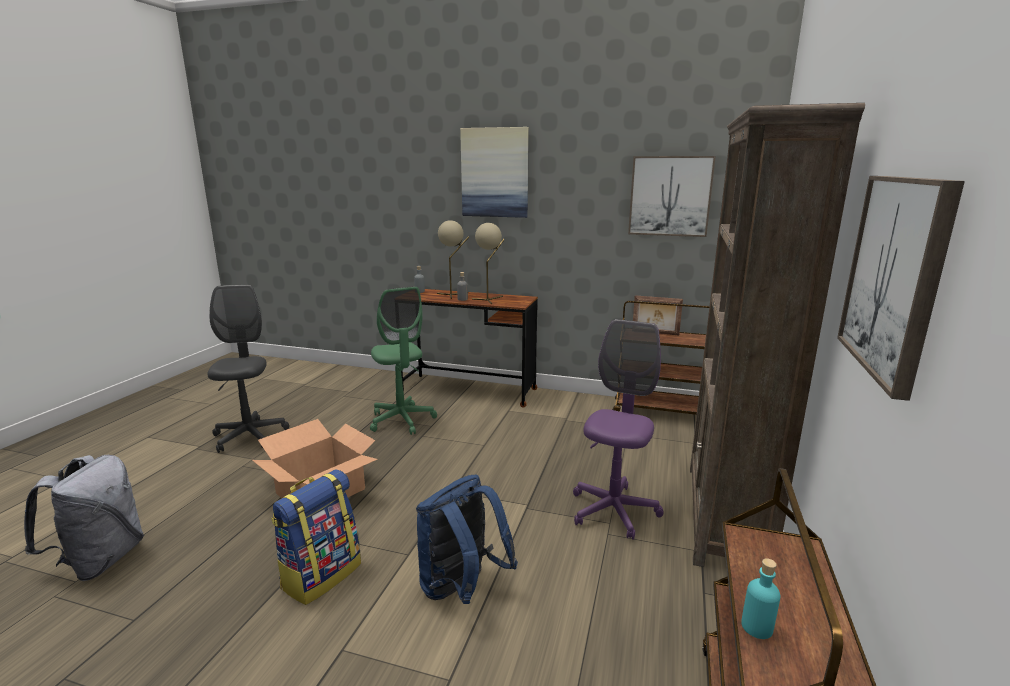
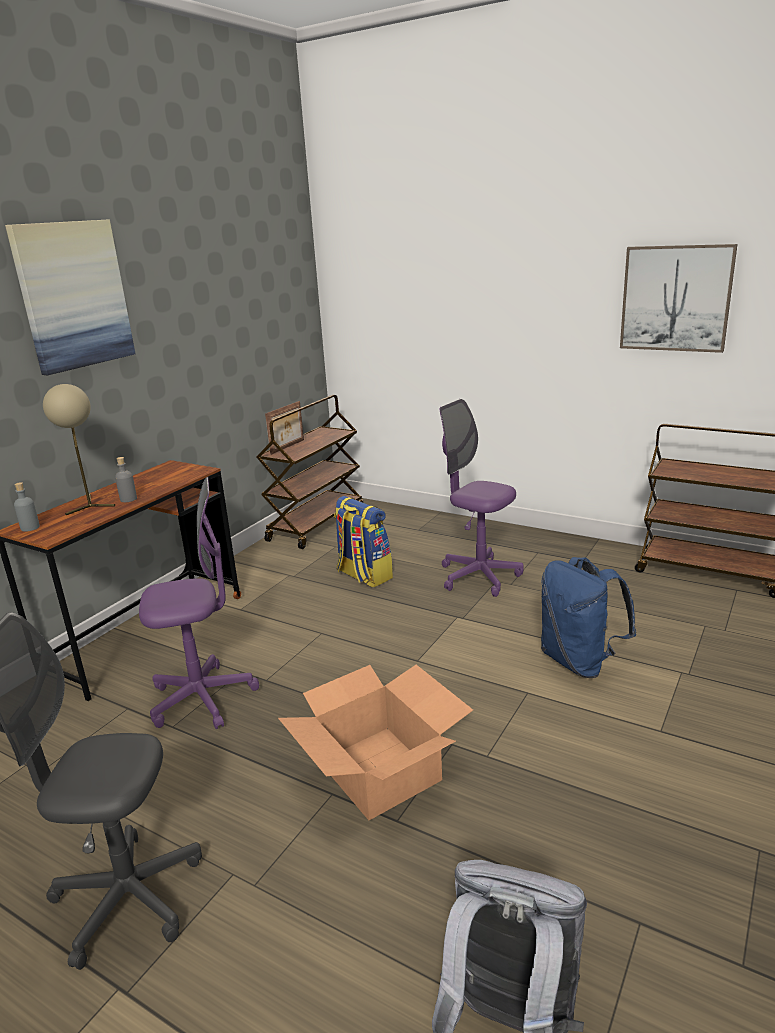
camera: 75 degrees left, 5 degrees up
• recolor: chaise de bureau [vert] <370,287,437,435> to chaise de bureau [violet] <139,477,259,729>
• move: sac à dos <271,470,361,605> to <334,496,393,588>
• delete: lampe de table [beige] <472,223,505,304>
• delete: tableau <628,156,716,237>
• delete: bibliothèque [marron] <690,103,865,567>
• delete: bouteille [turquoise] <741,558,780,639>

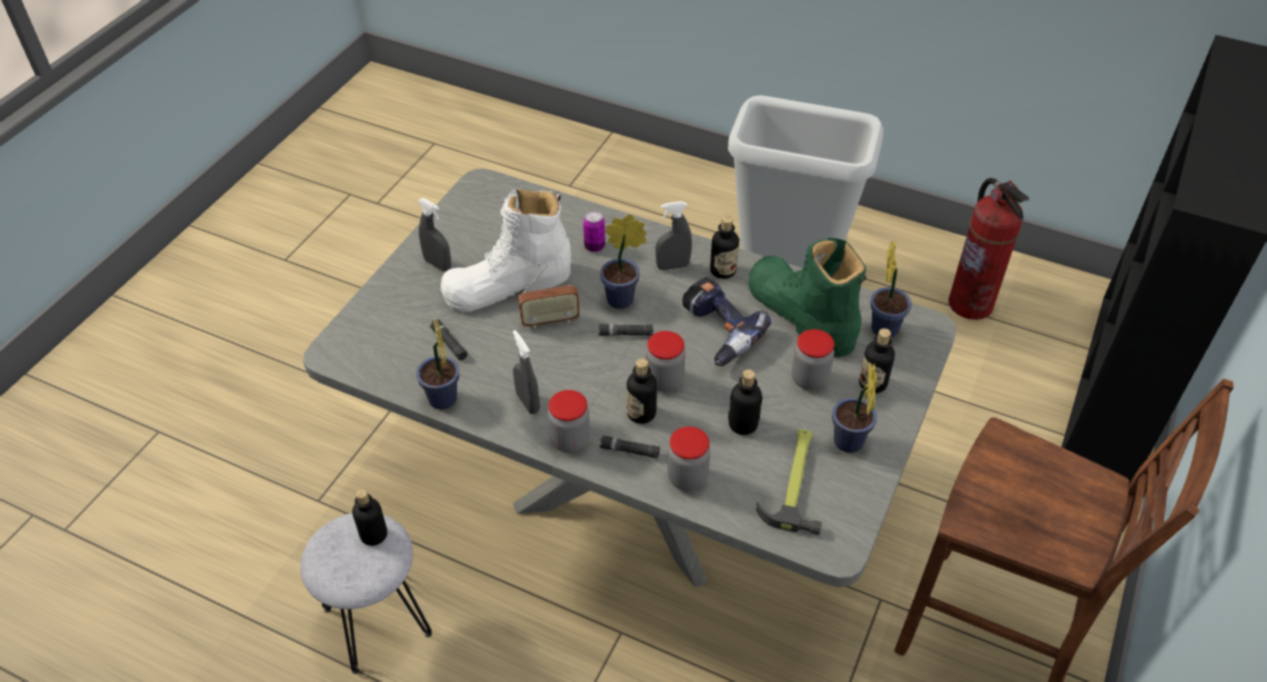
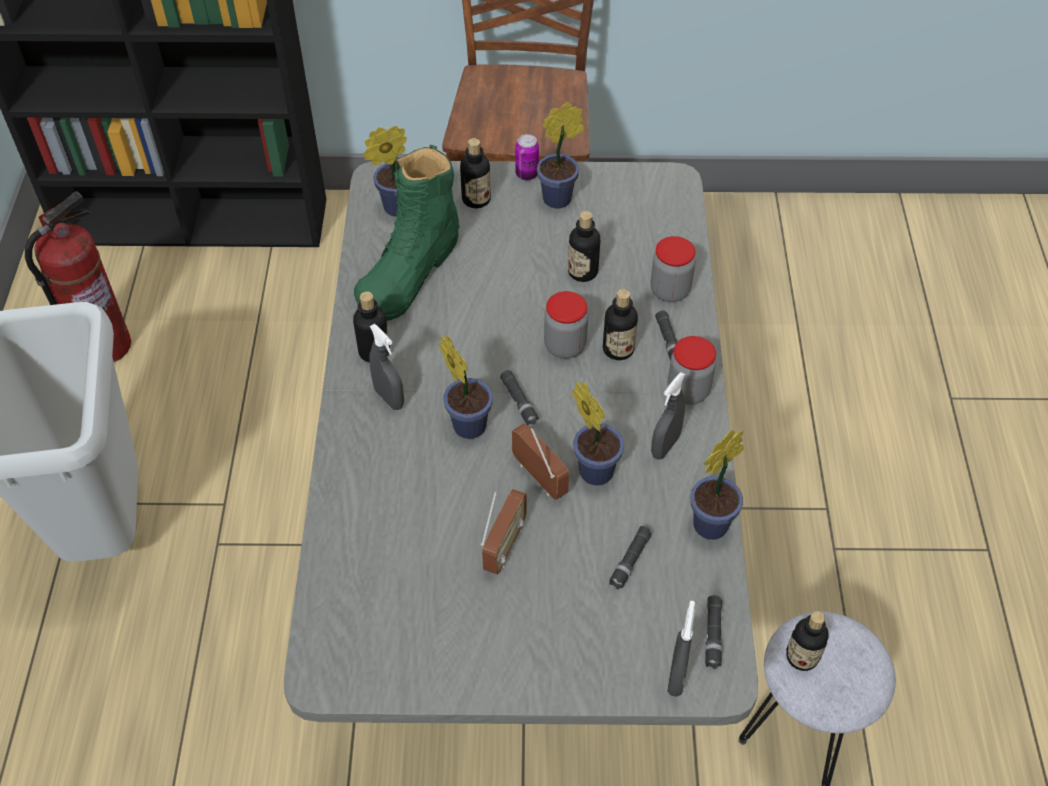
camera: 115 degrees left, 5 degrees up
• replace: botte [blanc] <441,188,571,312> to radio <481,489,527,575>
• move: boîte métallique <583,211,605,252> to <515,134,539,181>
• insert: plante en pot <572,381,624,486>
• move: vaporisateur [gris] <418,198,451,271> to <667,601,695,697>
• insert: lampe de poche [noir] <705,595,723,669>
• delete: perceuse <682,277,771,366>
• delete: marteau <756,429,822,535>
• delete: bocal <792,329,834,390>

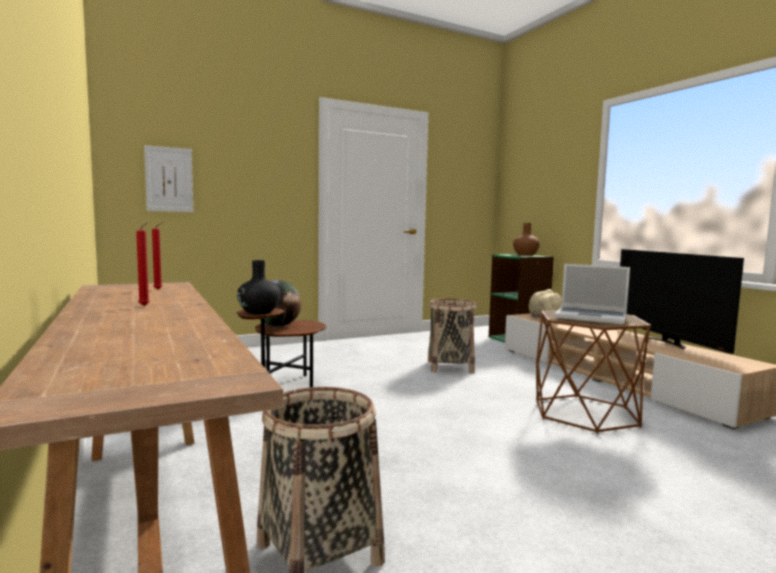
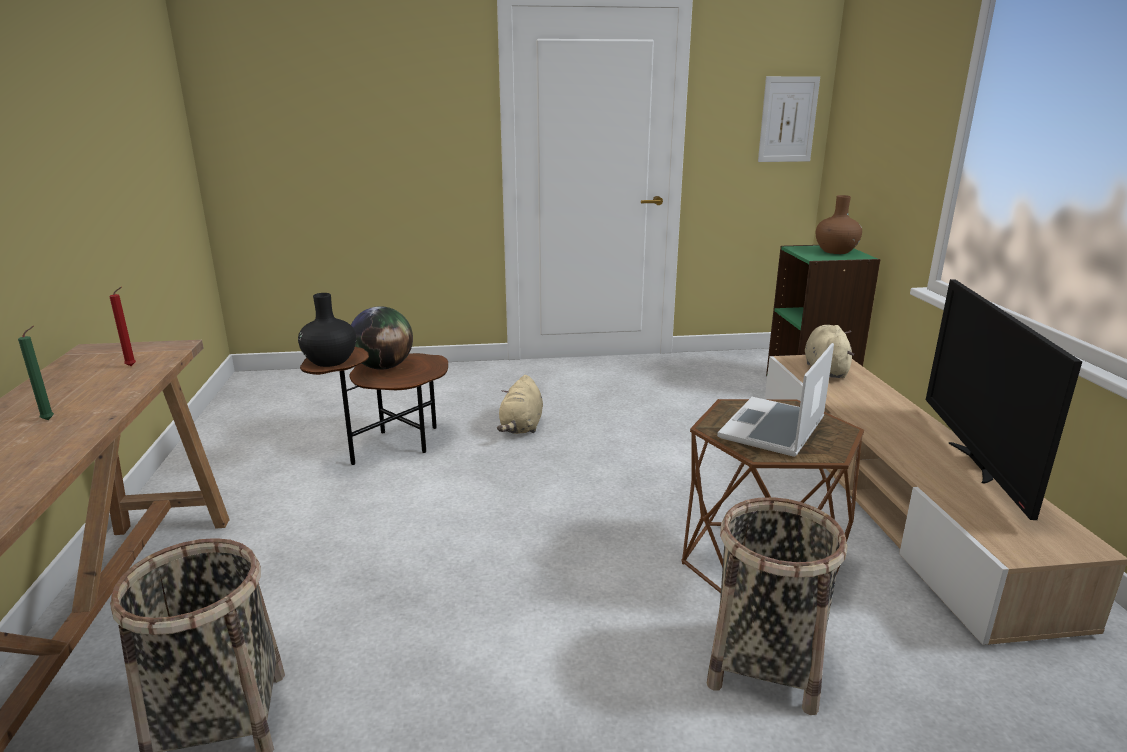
camera: 20 degrees right, 15 degrees up
• recolor: bougie [rouge] <136,222,150,306> to bougie [vert] <18,326,54,420>
• insert: peluche [beige] <497,375,543,434>
• move: panier <428,298,476,373> to <707,497,847,715>
• rotate: ordinateur portable <555,264,630,324> = <717,343,834,457> 75 degrees clockwise
• move: tableau <144,145,193,212> to <758,76,820,162>

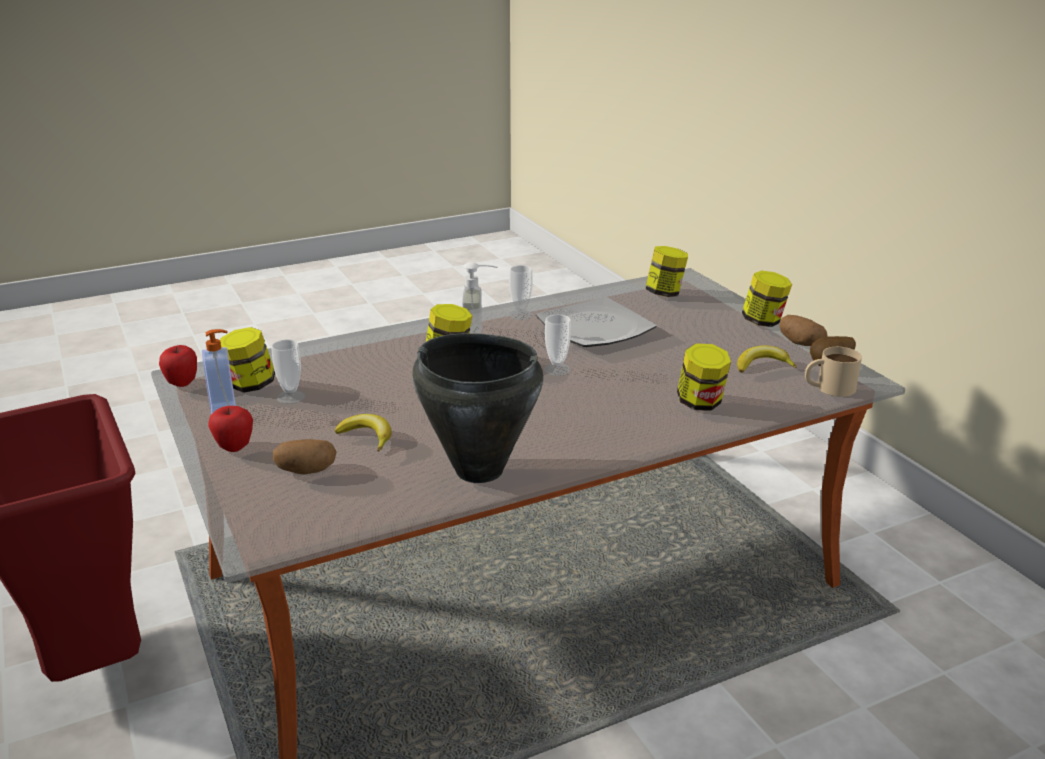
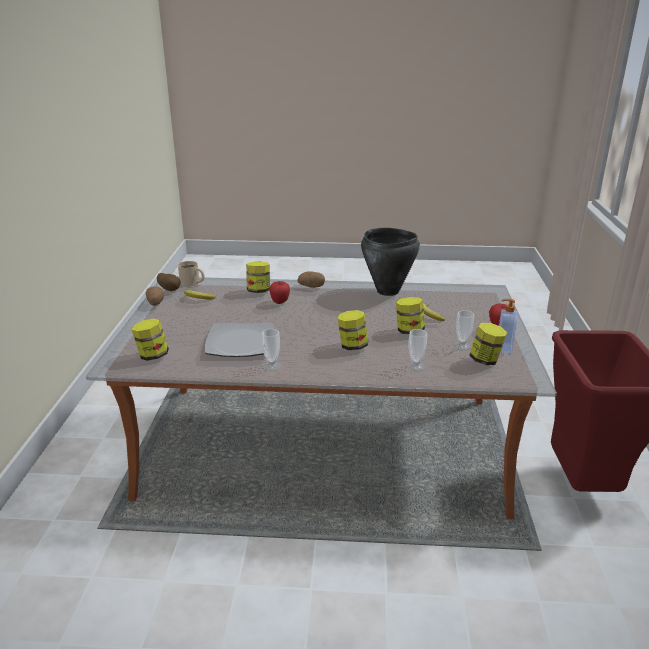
camera: 150 degrees left, 0 degrees up
• move: pomme <159,345,197,387> to <270,281,290,304>
• move: pomme de terre <273,439,336,474> to <298,271,325,288>
• move: bocal <742,270,792,327> to <396,297,425,334>
• move: tasse <544,314,571,376> to <407,329,427,371>
• delete: distributeur de savon <462,262,498,334>

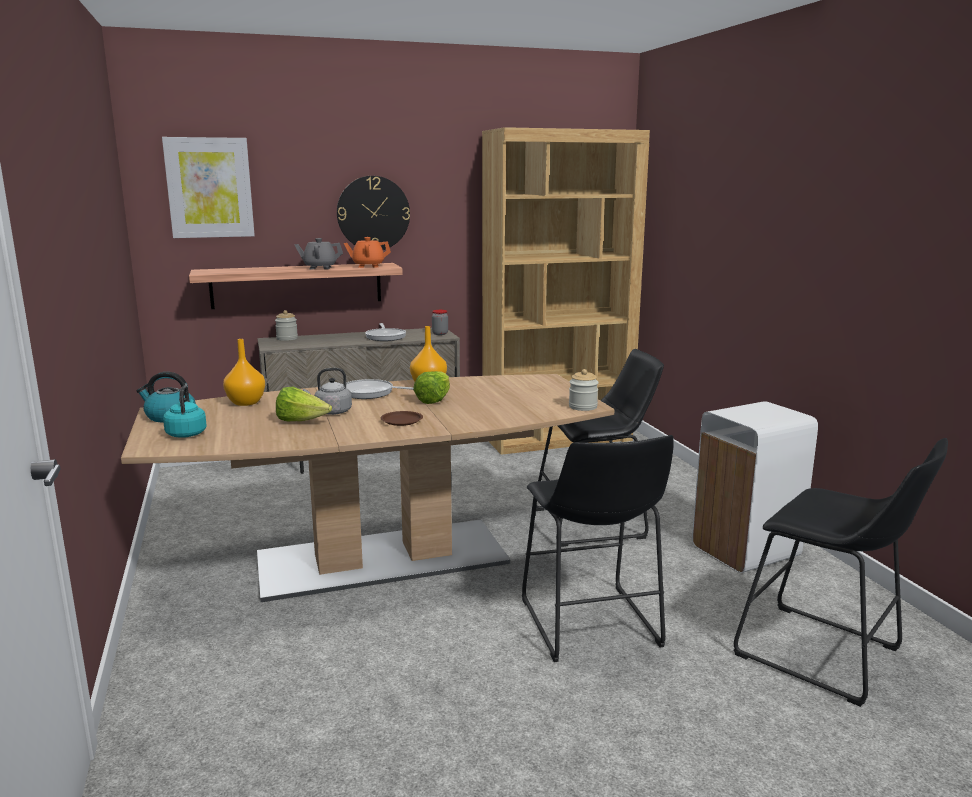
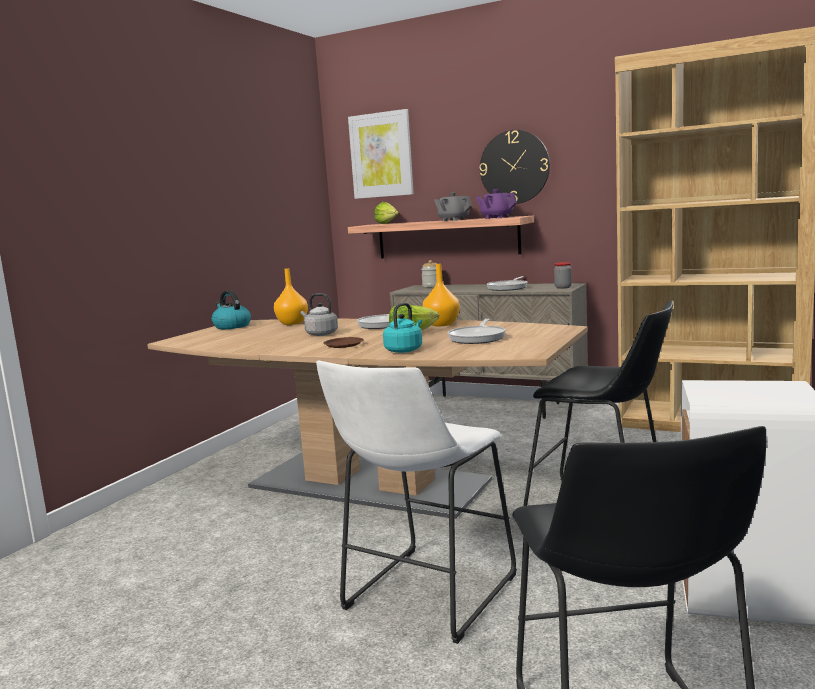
camera: 45 degrees right, 5 degrees down
• recolor: tabouret [noir] <522,435,674,662> to tabouret [blanc] <316,361,517,644>
• move: laitue <276,386,332,421> to <374,202,399,224>
• move: bouilloire [turquoise] <163,385,207,438> to <383,303,422,353>
• insert: poêle <448,319,506,344>
• recolor: théière [orange] <344,237,391,268> to théière [violet] <475,189,517,219>
• delete: bocal <569,369,599,411>

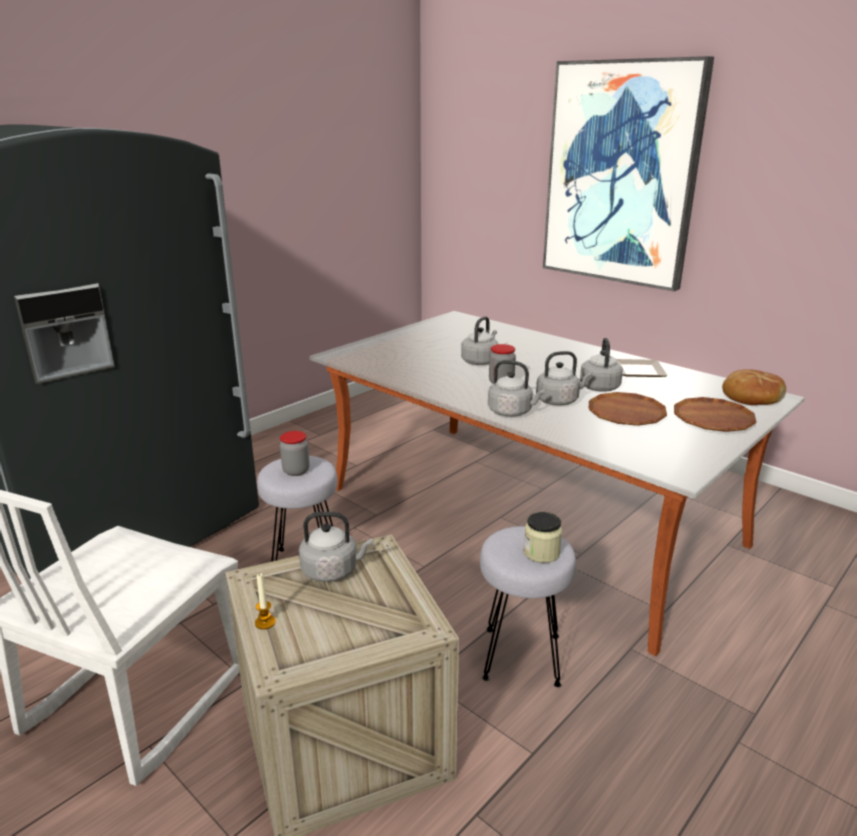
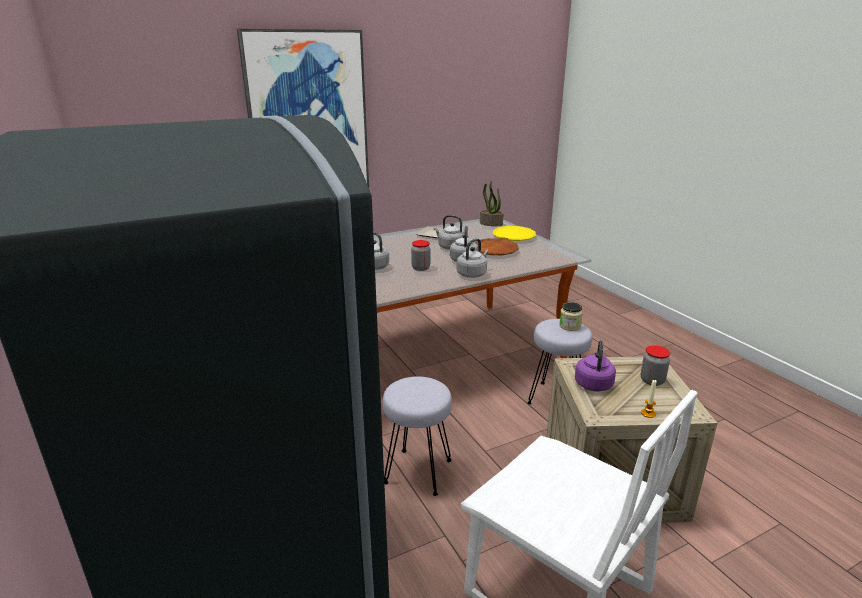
camera: 70 degrees left, 0 degrees up
• replace: pain <722,369,786,405> to plante en pot <480,180,503,226>
• recolor: assiette [marron] <674,397,757,432> to assiette [jaune] <493,226,536,241>
• recolor: bouilloire [gris] <299,512,373,582> to bouilloire [violet] <575,340,616,392>
• move: bocal <280,431,310,476> to <641,345,670,386>

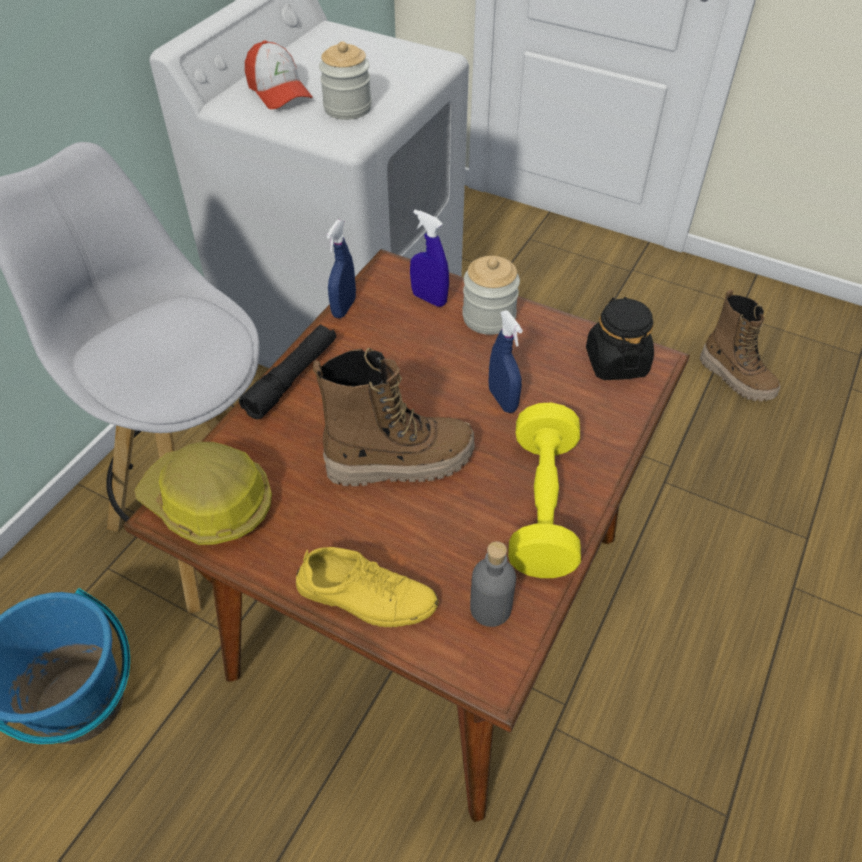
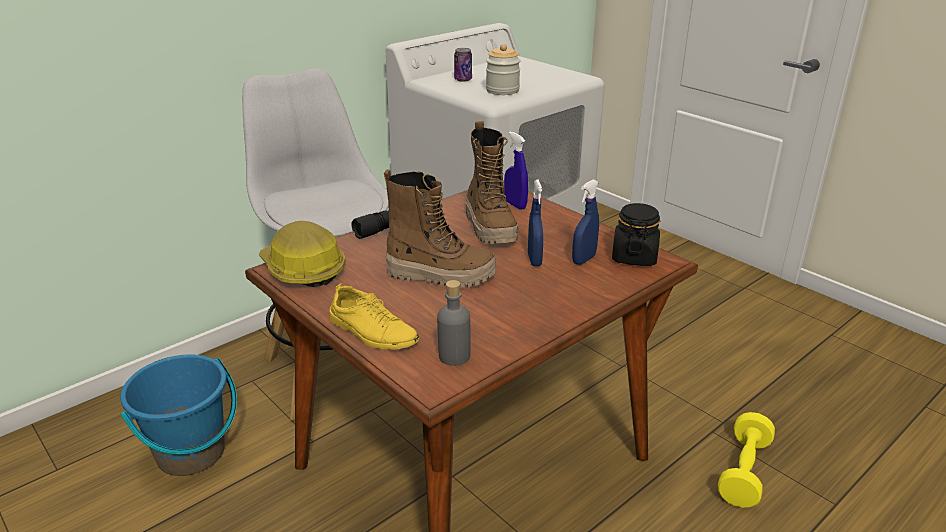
camera: 20 degrees right, 20 degrees down
• replace: casquette <245,40,313,109> to boîte métallique <454,48,472,82>
• move: botte <700,289,781,401> to <466,121,518,244>
• move: vaporisateur [bleu] <326,220,356,318> to <572,180,599,265>
• move: haltère [jaune] <508,403,581,578> to <718,412,775,508>
• delete: bocal <462,256,520,335>

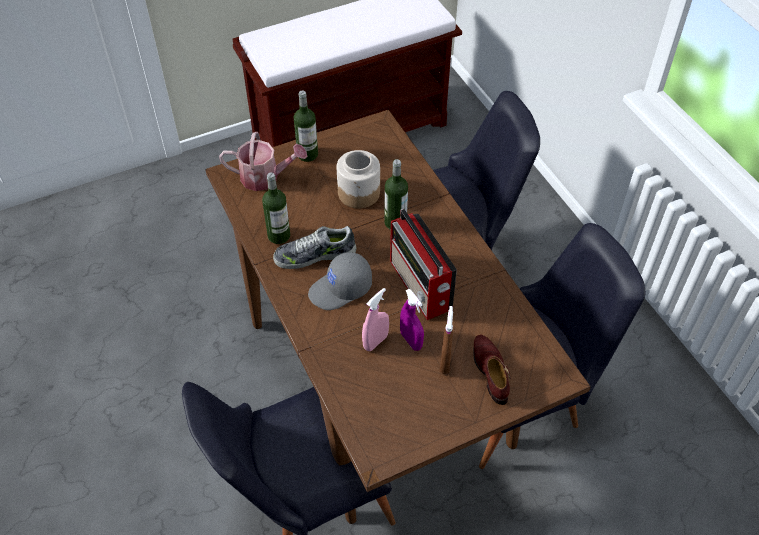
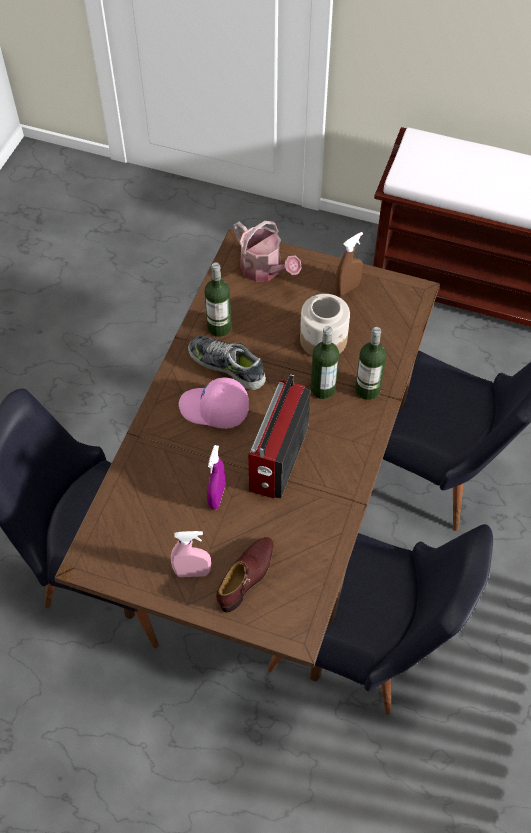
camera: 45 degrees right, 5 degrees up
• move: vaporisateur [rose] <362,288,389,351> to <171,531,211,577>
• recolor: casquette [gris] <308,252,372,310> to casquette [rose] <179,377,249,429>
• move: vaporisateur [marron] <440,306,453,374> to <335,232,363,296>
• move: bouteille <294,90,318,162> to <355,327,386,400>

